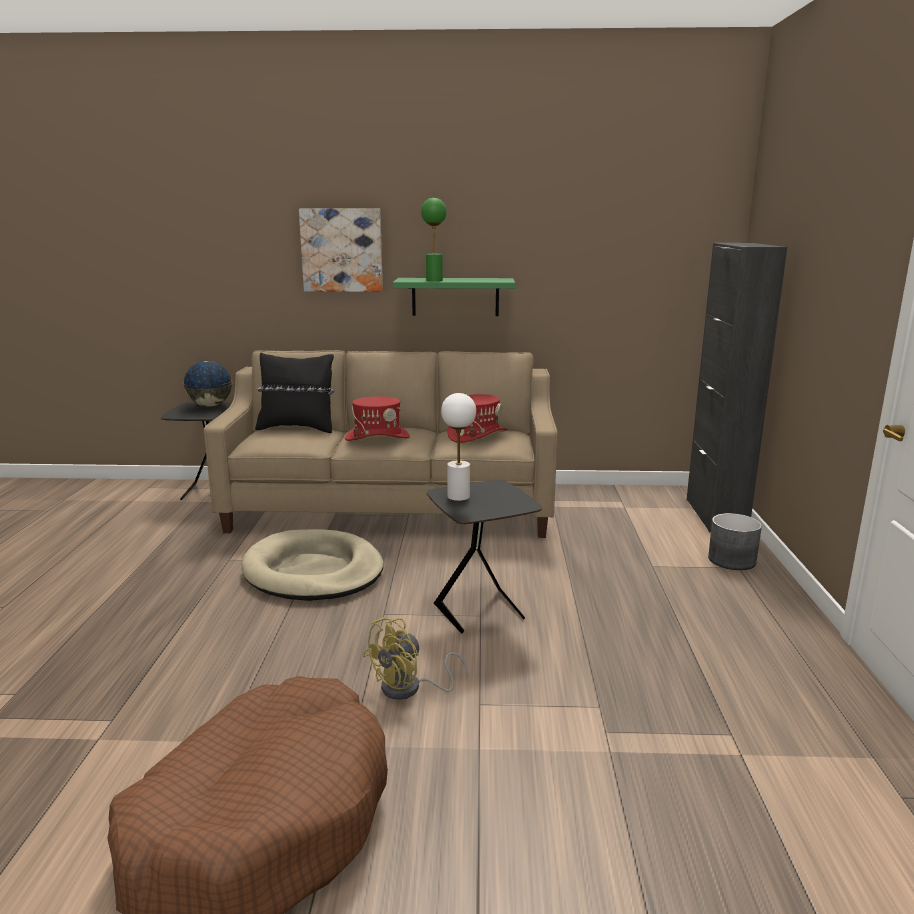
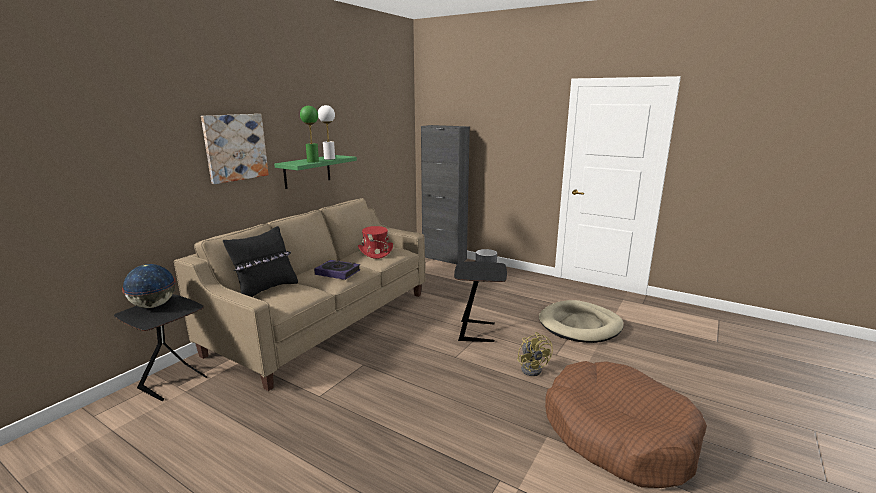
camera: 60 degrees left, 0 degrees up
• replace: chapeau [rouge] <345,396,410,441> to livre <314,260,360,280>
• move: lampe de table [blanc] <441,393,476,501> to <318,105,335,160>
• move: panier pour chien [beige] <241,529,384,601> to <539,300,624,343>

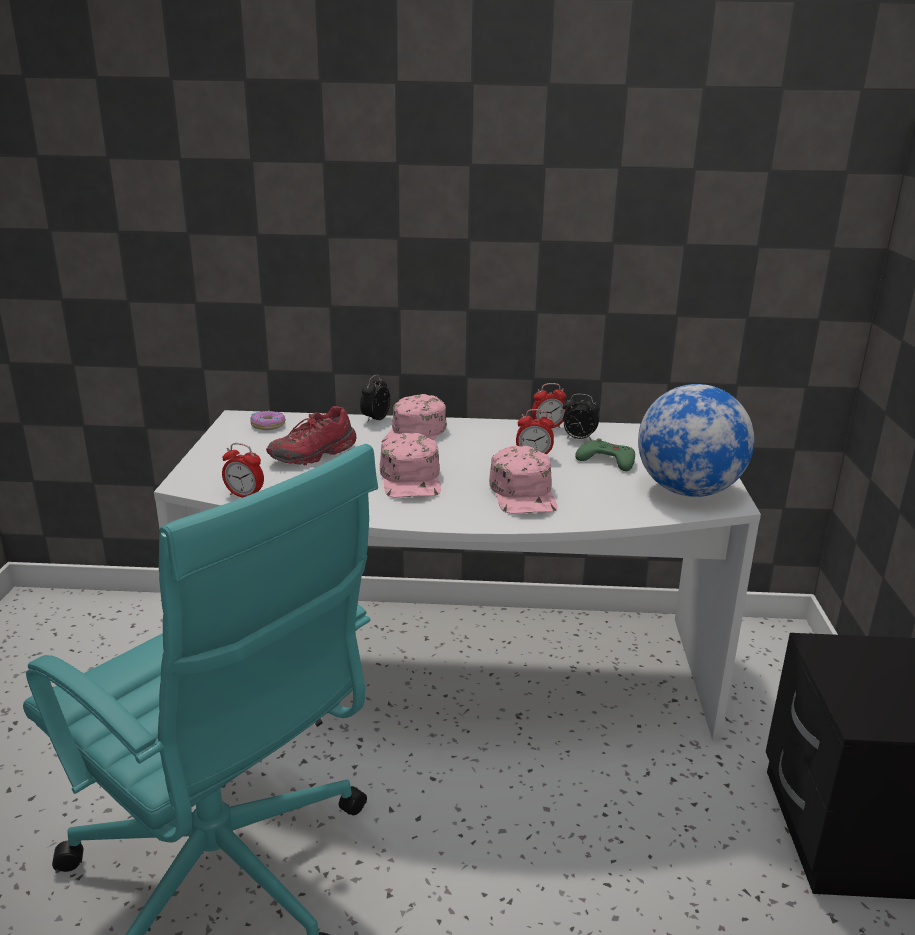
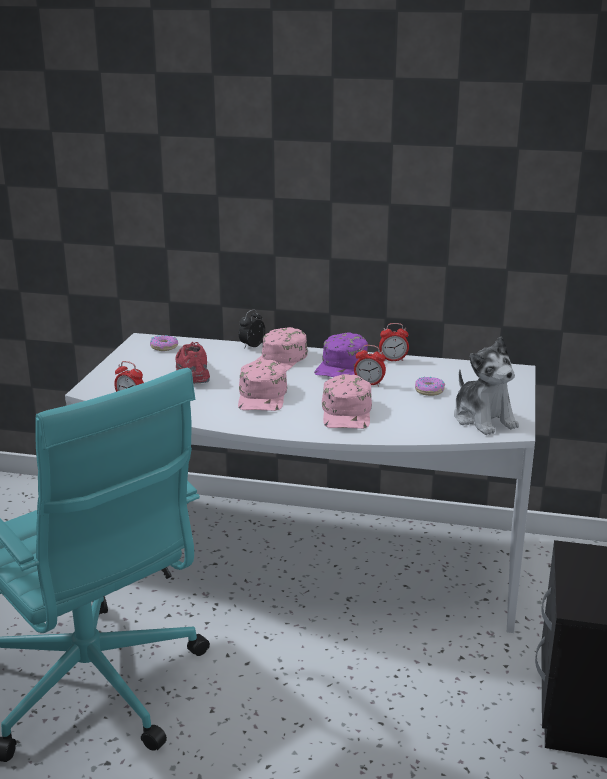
camera: 10 degrees right, 0 degrees up
• rotate: chaussure [rouge] <266,406,356,465> = <175,342,210,384> 105 degrees clockwise
• insert: casquette [violet] <314,332,368,377>
• replace: manette [vert] <575,439,635,471> to beignet <415,376,445,396>
• replace: globe <638,384,754,497> to peluche <454,337,519,435>
• delete: réveil <563,394,600,441>

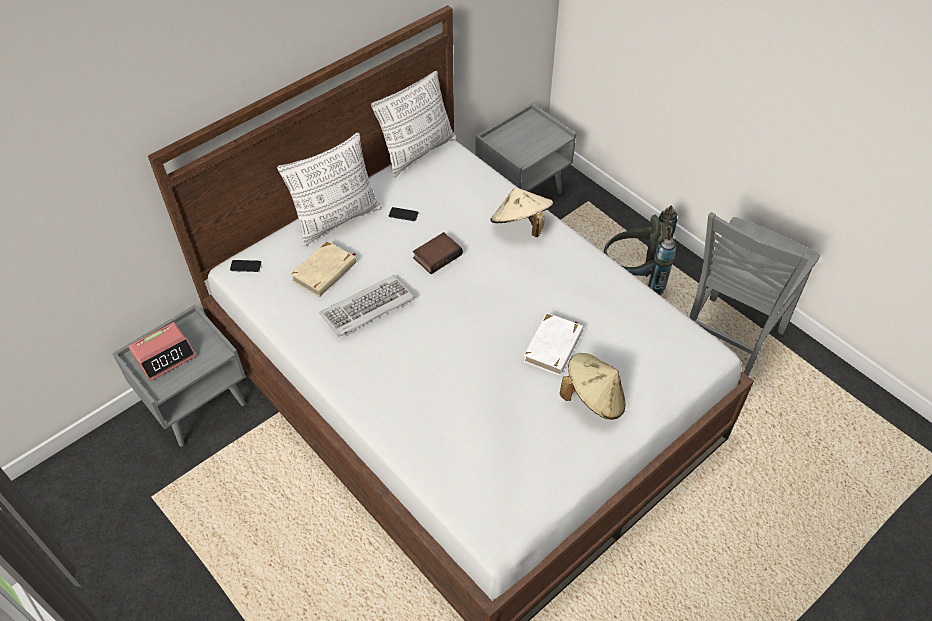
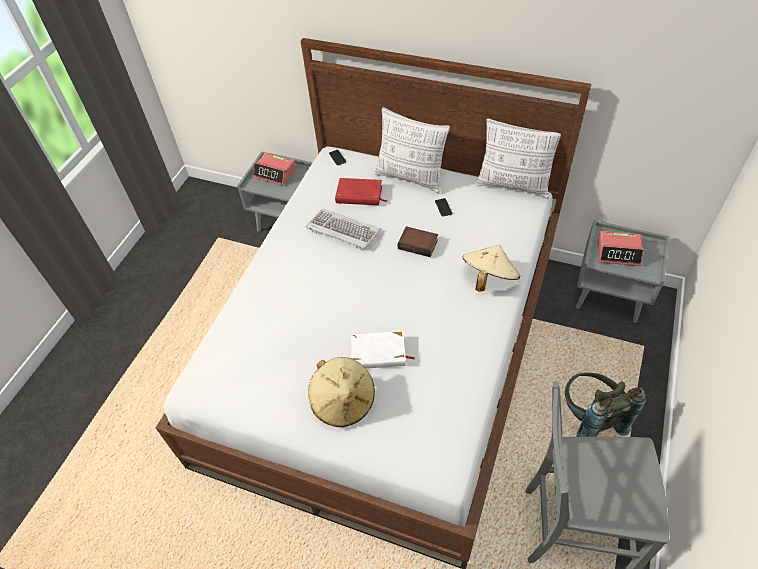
camera: 65 degrees right, 0 degrees up
• recolor: livre [beige] <290,241,356,297> to livre [rouge] <335,178,387,205>
• insert: réveil <598,231,644,266>

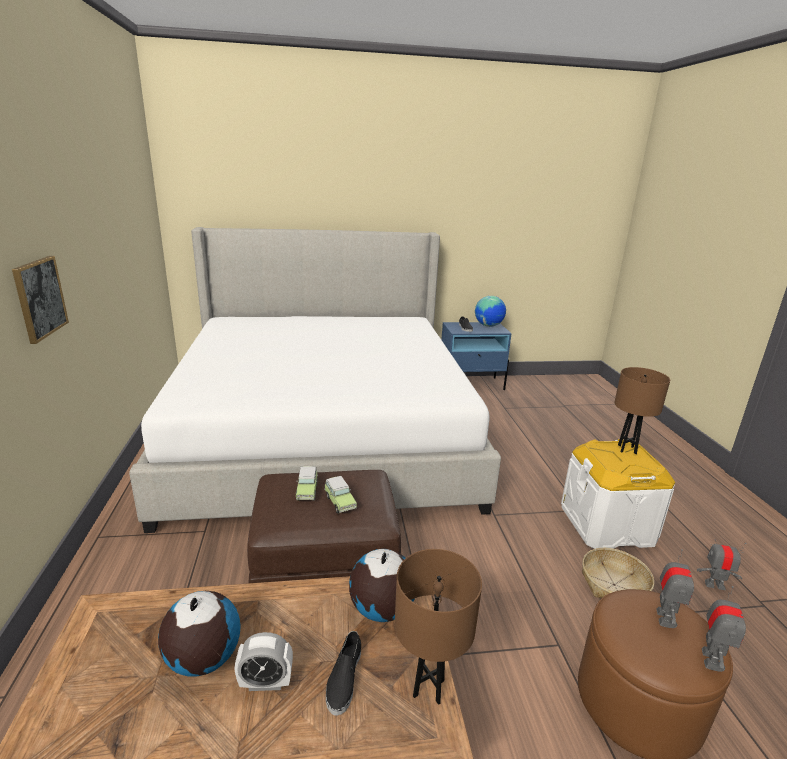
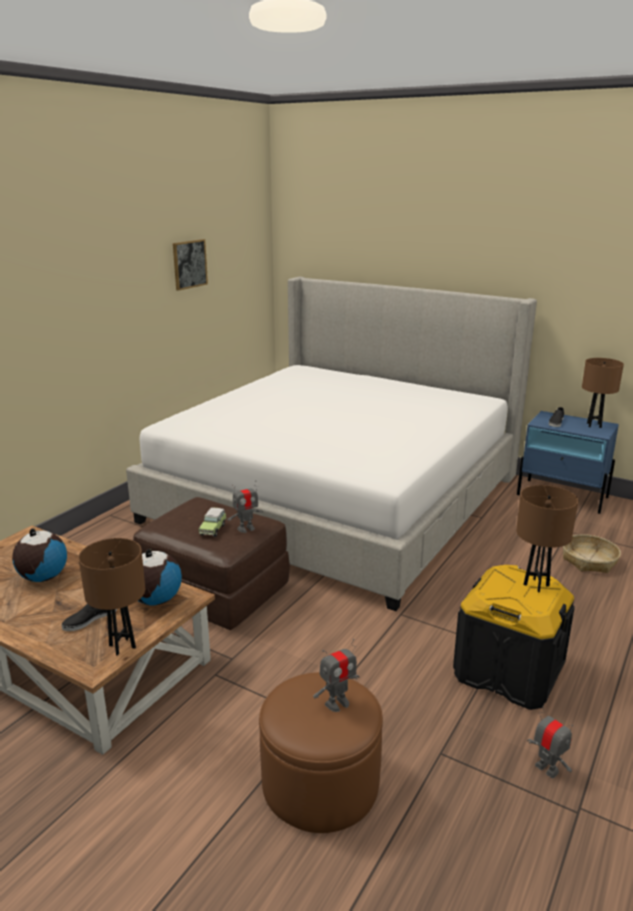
camera: 40 degrees right, 0 degrees up
• move: tableau <12,256,69,344> to <173,239,208,291>
• move: robot jouet <702,586,746,672> to <227,482,263,533>
• recolor: boîte de rangement [blanc] <561,439,675,549> to boîte de rangement [noir] <453,565,575,710>
• move: panier <582,548,654,598> to <563,534,621,573>
• replace: globe <475,296,506,327> to lampe de table [marron] <582,358,624,428>
• delete: réveil <235,632,293,691>
• delete: petite voiture <296,466,318,501>

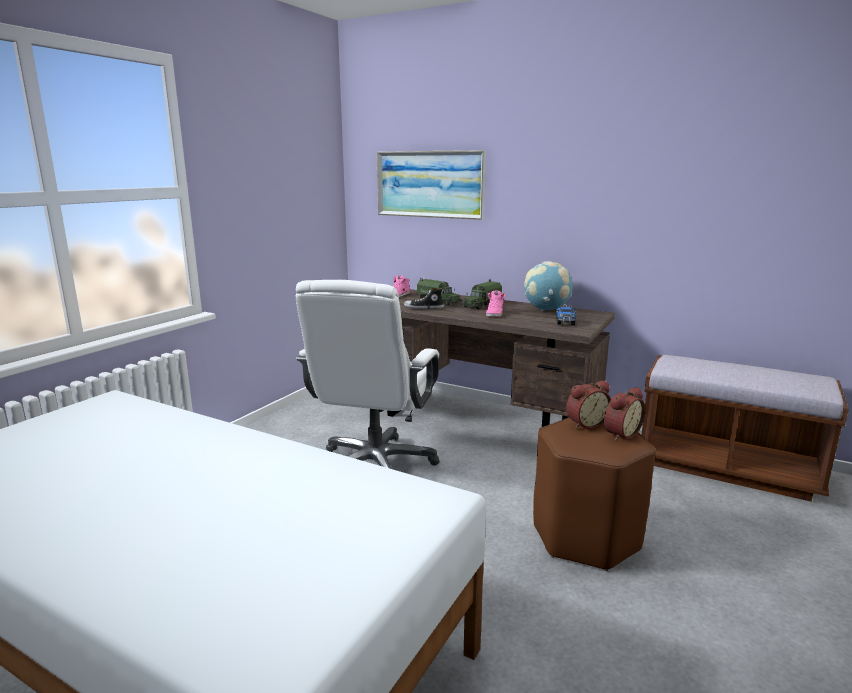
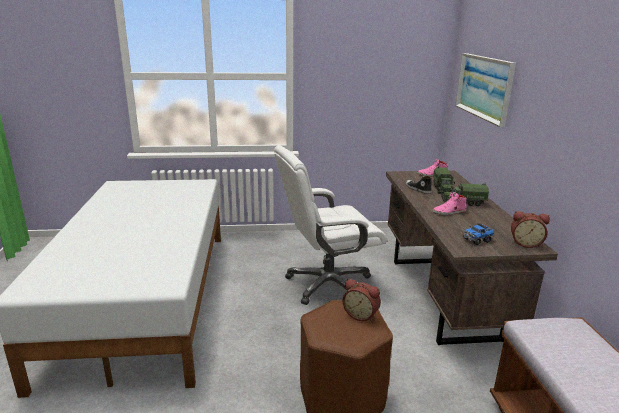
camera: 55 degrees right, 5 degrees up
• move: réveil <604,387,646,441> to <511,211,550,248>
• delete: globe <524,261,573,311>

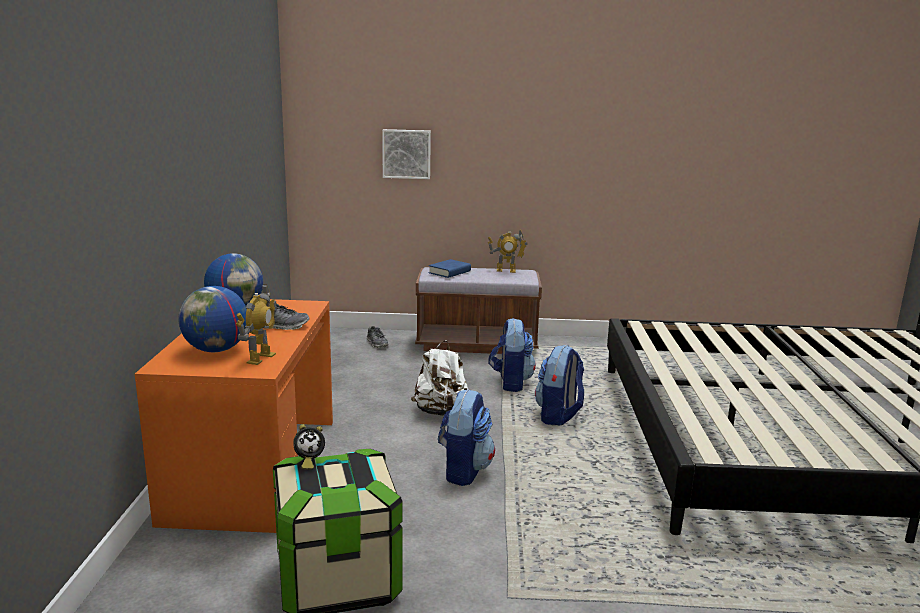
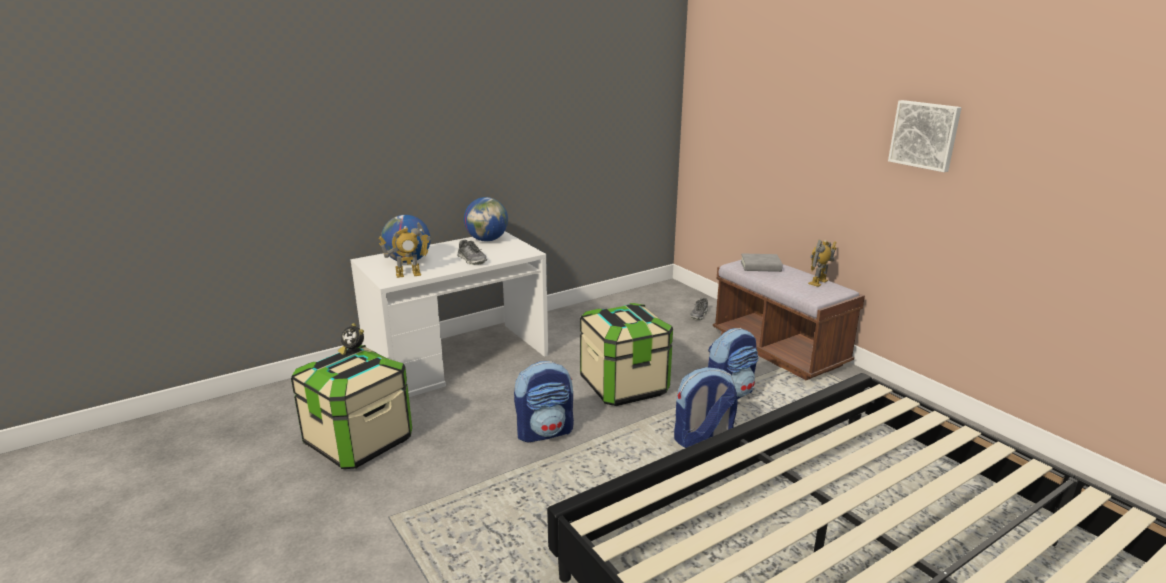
camera: 55 degrees right, 5 degrees up
• recolor: bureau [orange] <135,299,333,533> to bureau [blanc] <350,232,548,397>
• replace: sac à dos [blanc] <411,340,468,415> to boîte de rangement <580,303,673,406>
• recolor: livre [bleu] <429,259,471,278> to livre [gris] <741,253,783,272>
• rotate: robot jouet <488,229,528,273> = <808,240,837,287> 75 degrees clockwise
• move: tableau <382,129,431,179> to <888,100,962,172>

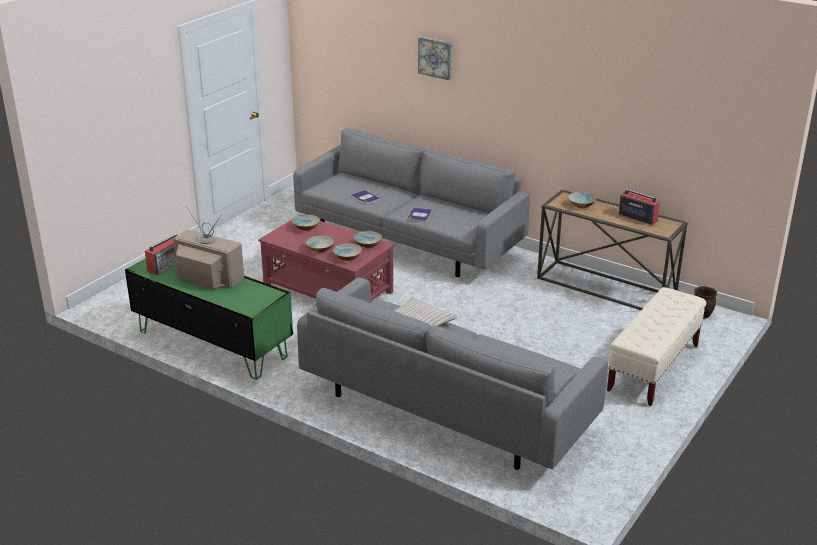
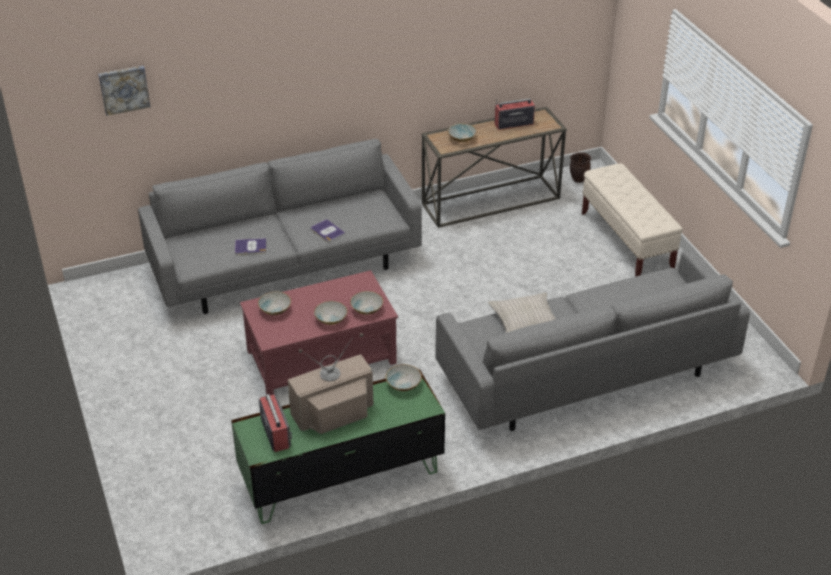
camera: 55 degrees left, 10 degrees up
• move: tableau <418,37,452,80> to <98,66,150,116>
• move: bol <354,231,382,248> to <386,364,422,391>

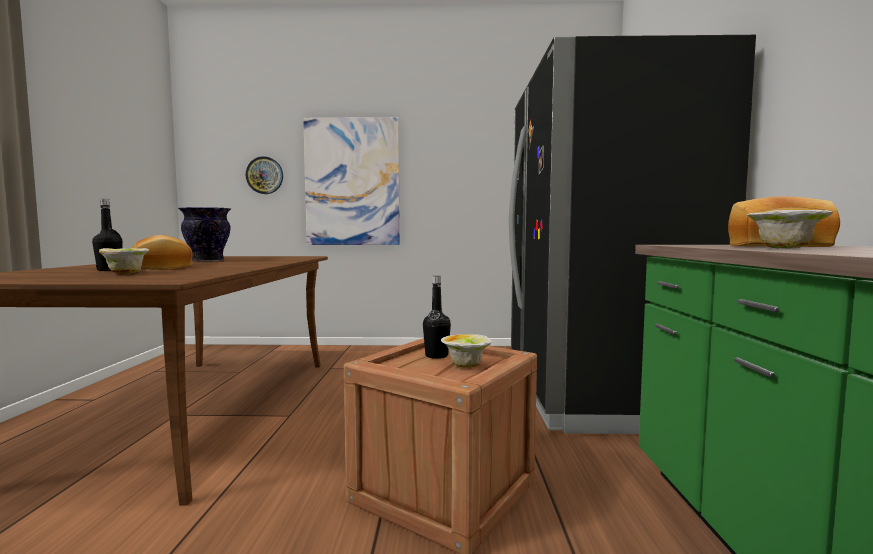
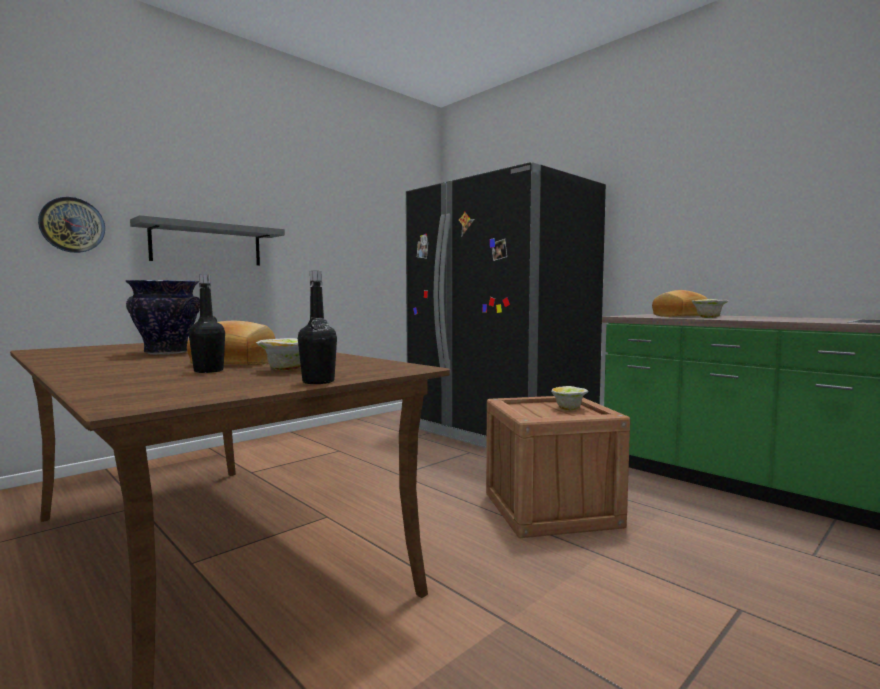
camera: 45 degrees left, 0 degrees up
• replace: tableau <303,117,400,245> to étagère [gris] <130,215,285,265>
• move: bouteille [noir] <423,276,451,359> to <298,271,337,384>

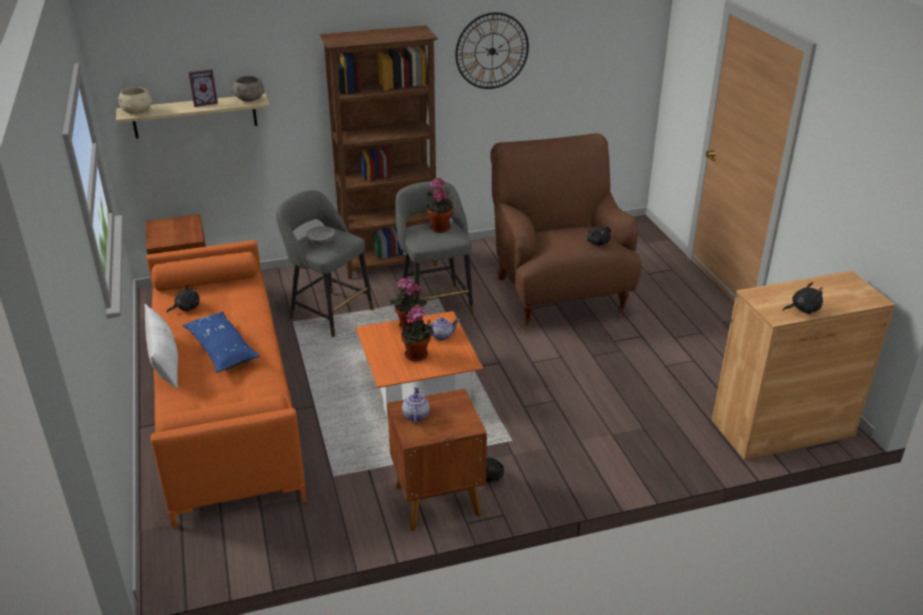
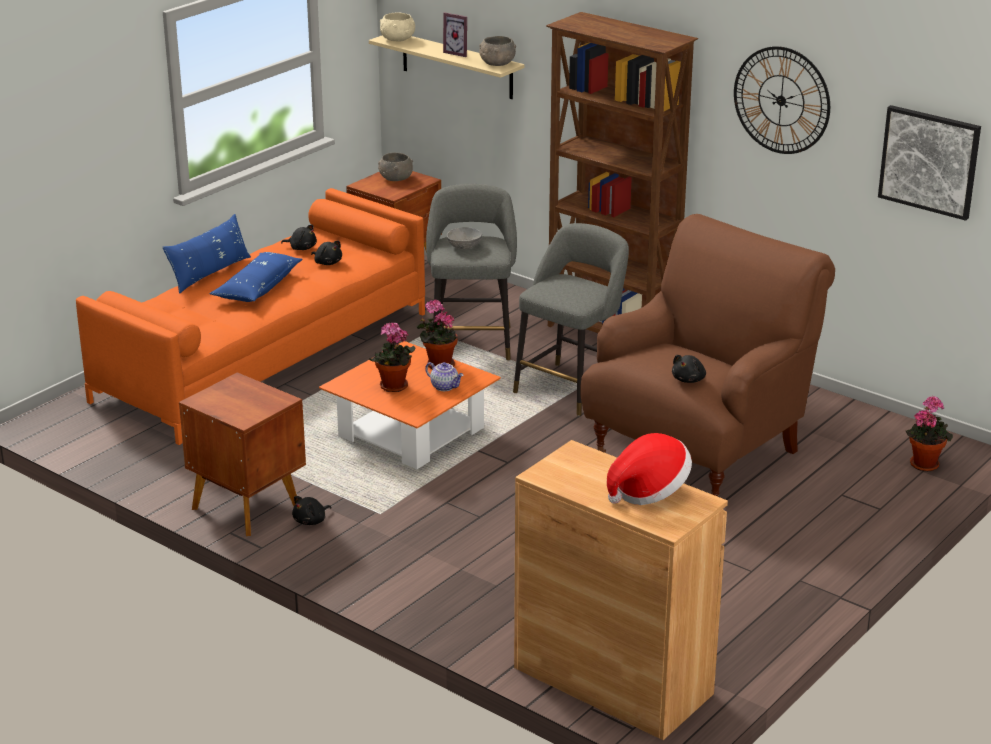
camera: 55 degrees right, 5 degrees down
• recolor: coussin [blanc] <145,304,178,389> to coussin [bleu] <163,214,251,294>
• move: peluche [noir] <782,282,823,314> to <311,241,342,265>
• insert: bol [gris] <378,152,413,181>
• insert: chapeau <607,433,692,505>
• insert: tableau <878,105,981,221>
• move: plante en pot <425,178,453,233> to <906,396,953,471>
• delete: théière <402,386,430,424>

